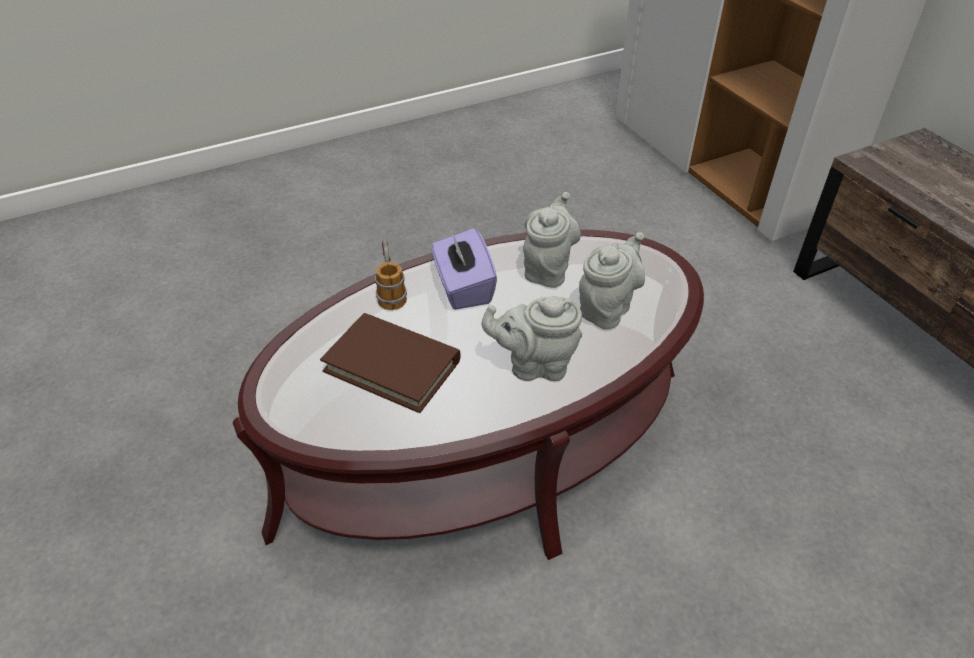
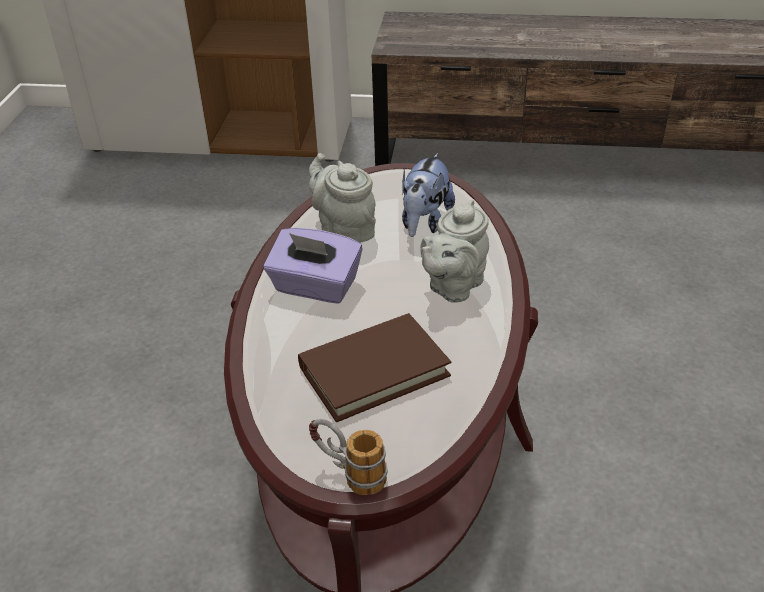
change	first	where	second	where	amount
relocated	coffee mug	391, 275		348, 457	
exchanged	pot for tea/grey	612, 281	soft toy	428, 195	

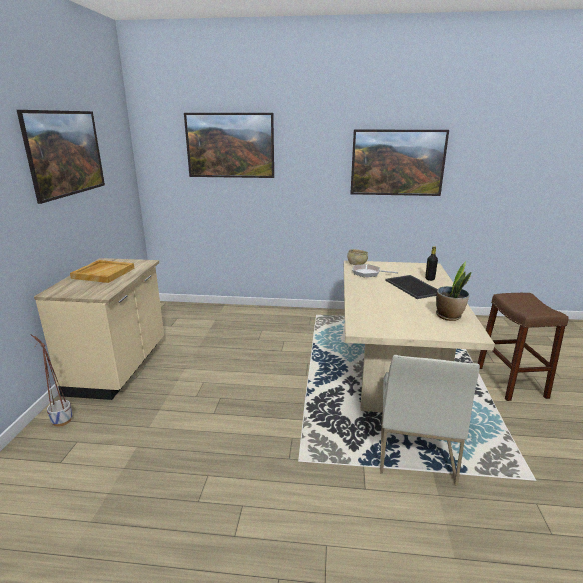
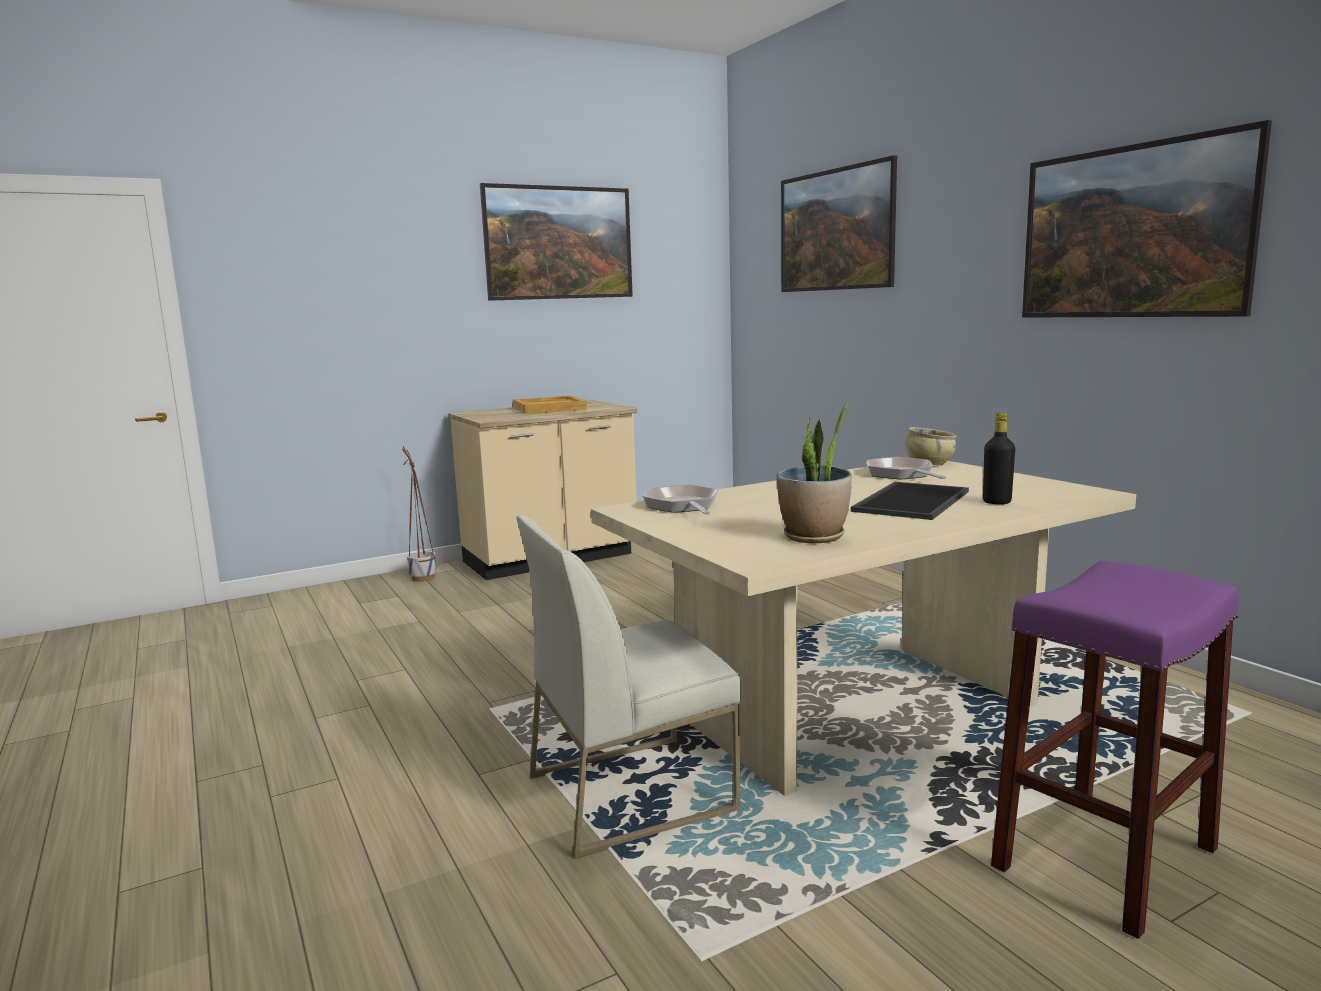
change	first	where	second	where	amount
appeared			frying pan	681, 500	
colour	stool seat/brownish	523, 347	stool seat/purplish	1115, 750	

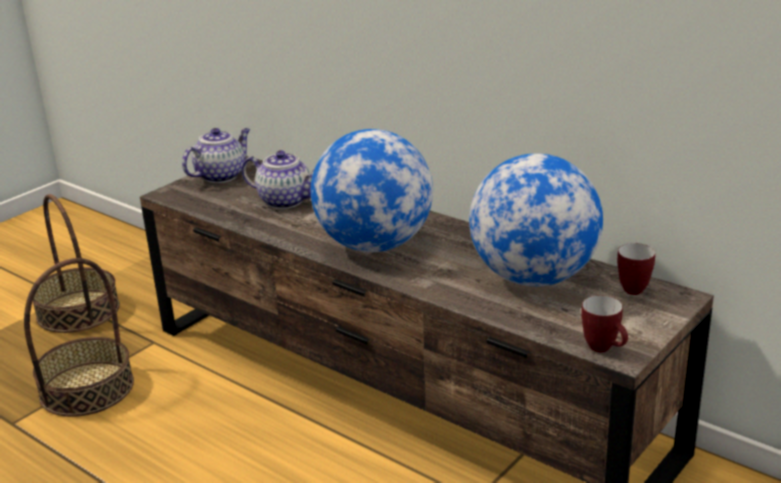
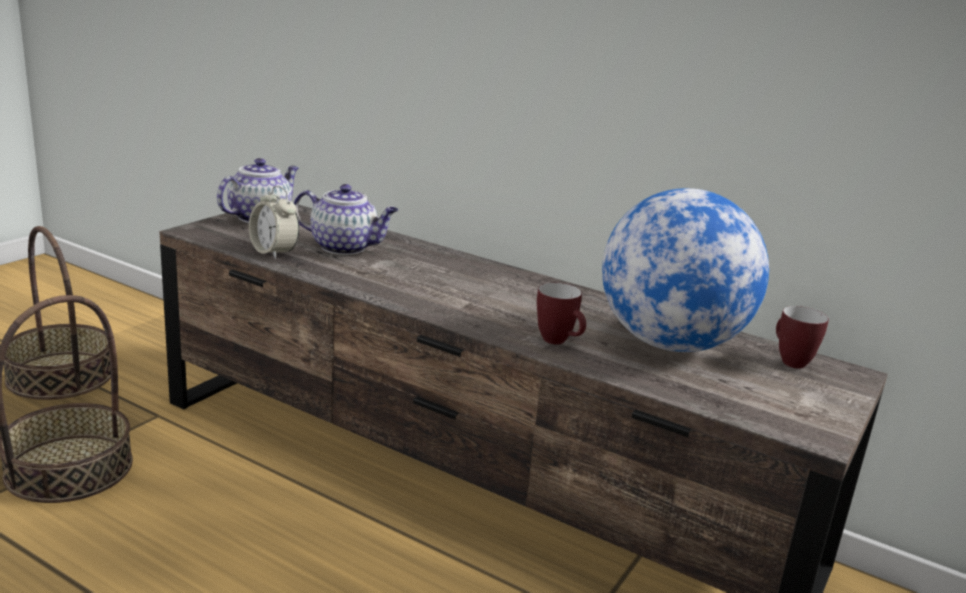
change	first	where	second	where	amount
appeared			alarm clock	274, 222	
relocated	coffee mug	604, 323		561, 313	
missing	world globe	372, 190			

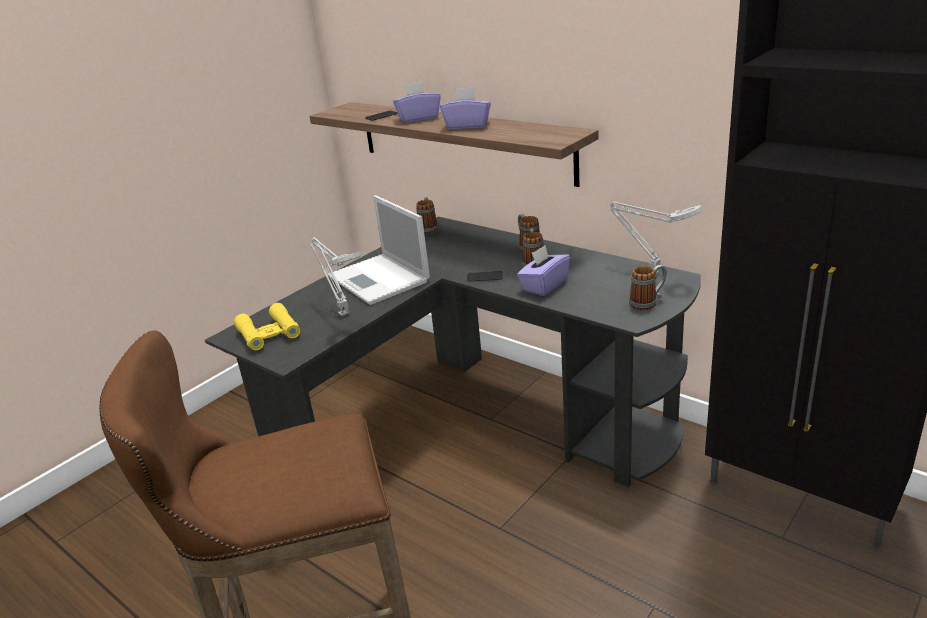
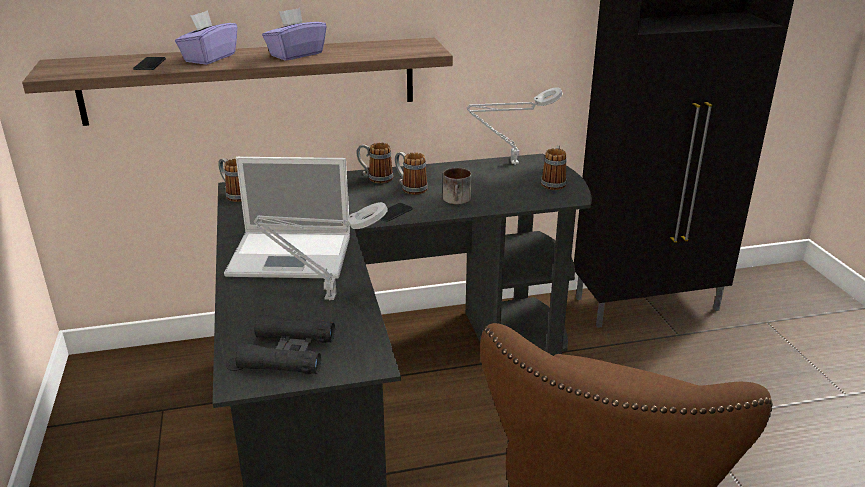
change	first	where	second	where	amount
colour	pair of binoculars/yellow	267, 327	pair of binoculars/black	285, 344	
exchanged	tissue holder/purplish	543, 270	coffee mug	457, 186	

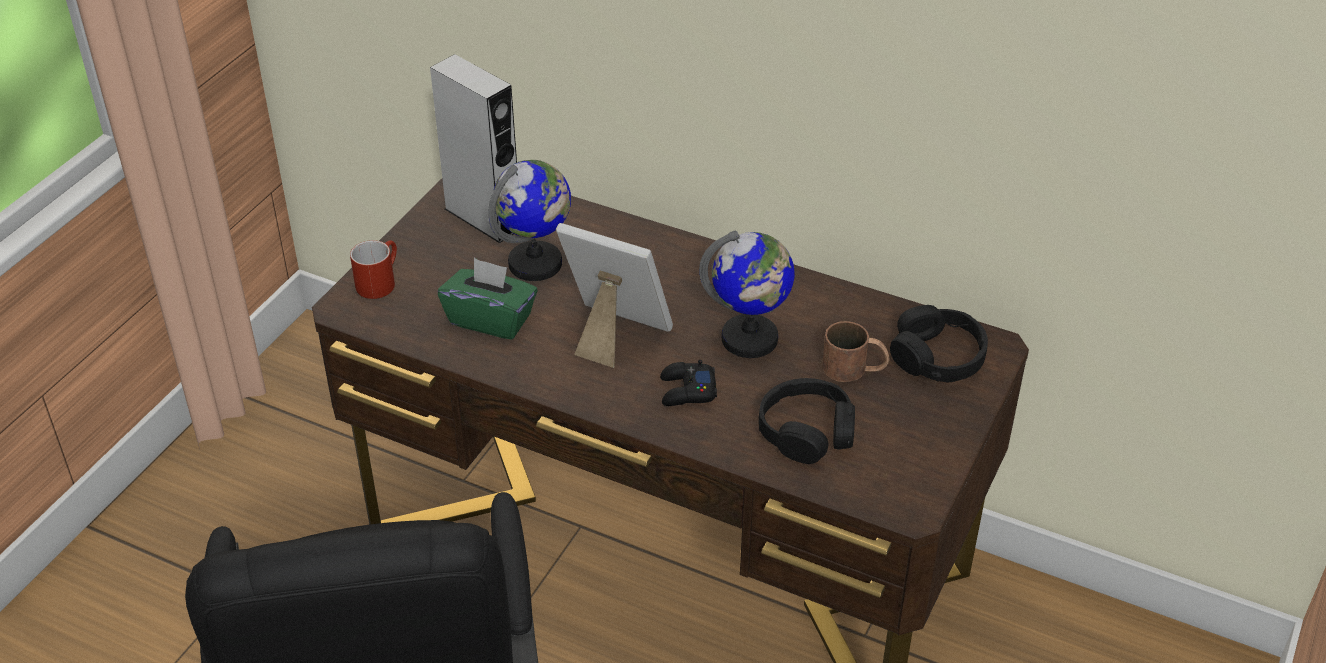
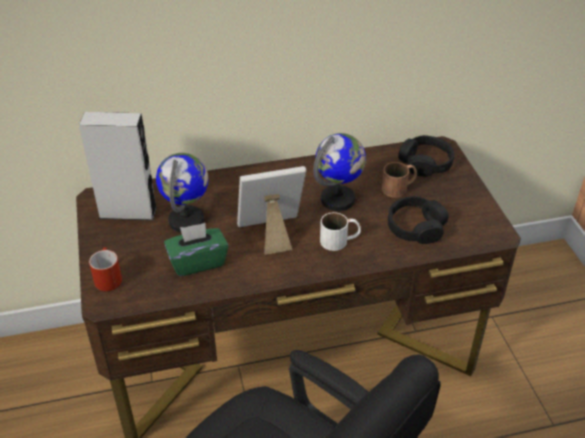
change	first	where	second	where	amount
exchanged	game controller/black	688, 383	coffee mug/white-coloured	340, 231	

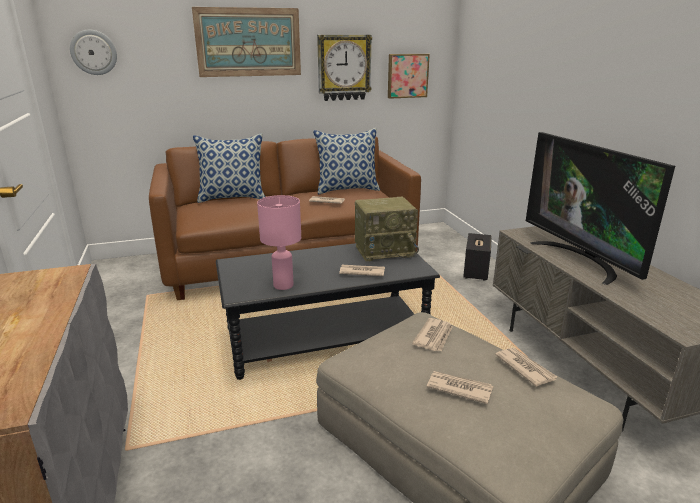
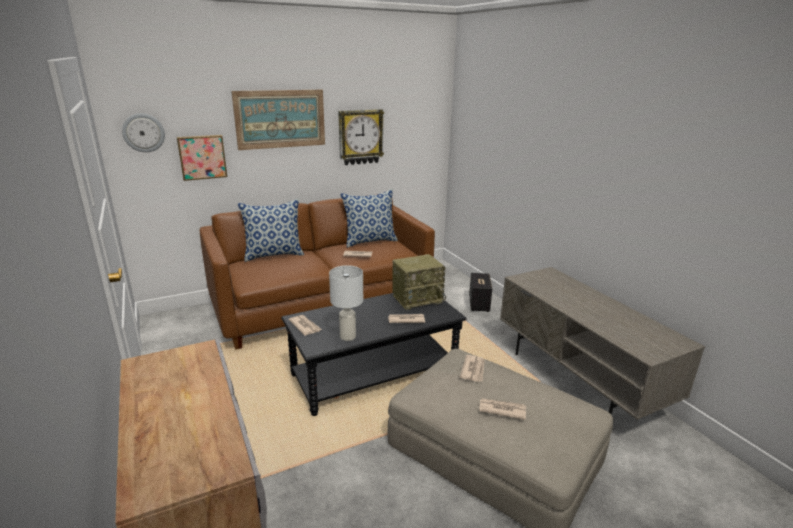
change	first	where	second	where	amount
relocated	wall picture	409, 76		202, 158	
relocated	printed paper	526, 367		305, 325	
colour	lamp for a table/pink-coloured	279, 242	lamp for a table/white-coloured	346, 303	
missing	TV set	600, 208			

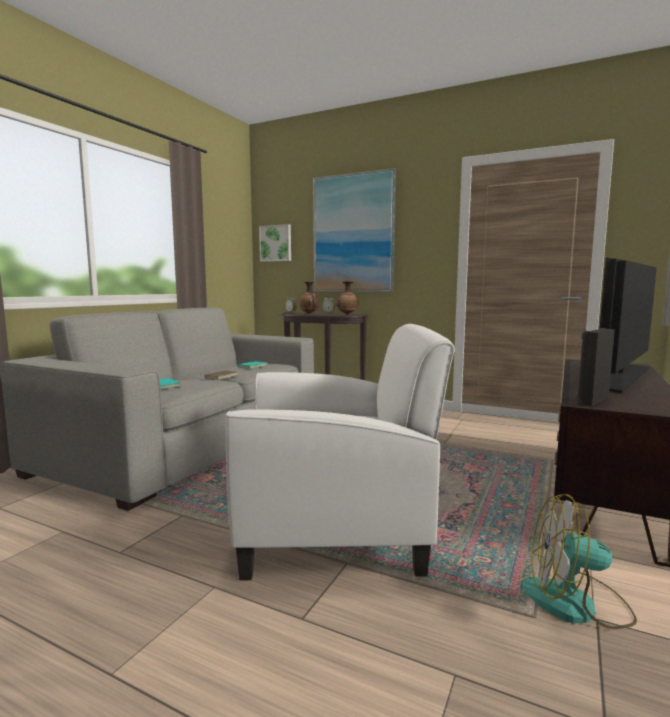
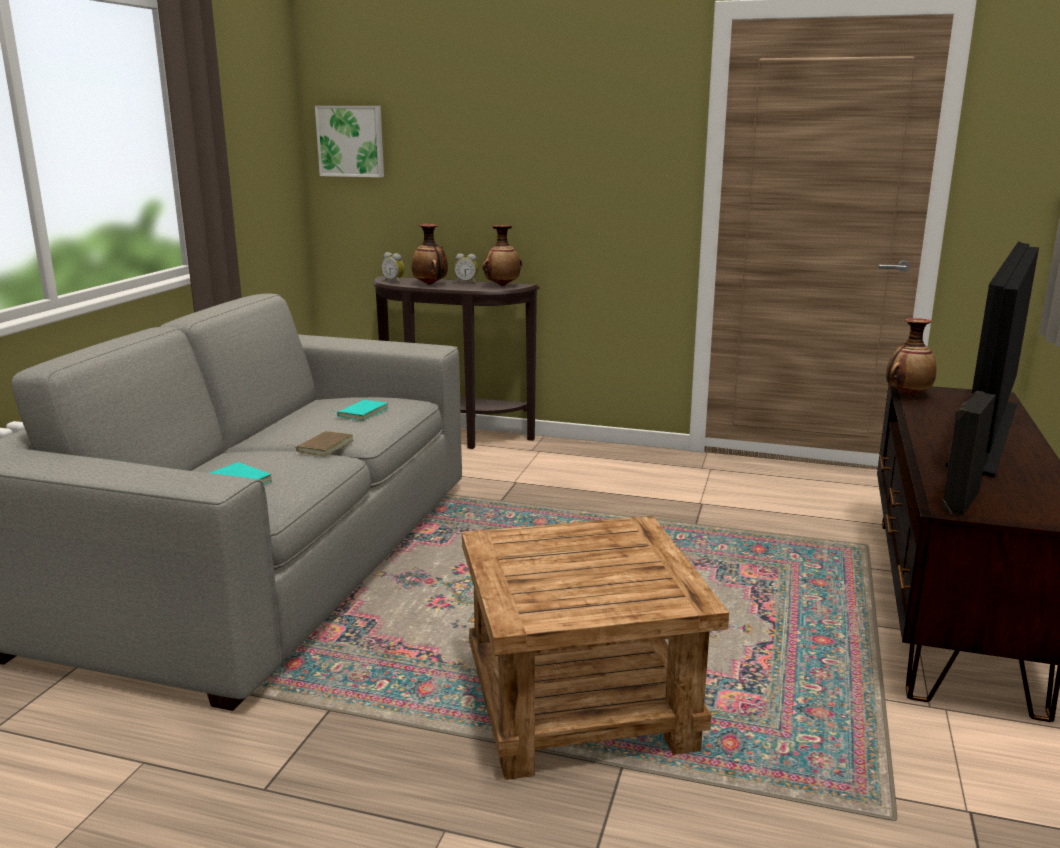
change	first	where	second	where	amount
exchanged	lounge chair/white-coloured	340, 452	end table/brownish	595, 648	
appeared			flower vase	911, 356	
missing	wall picture	354, 230			
missing	electric fan	579, 561			

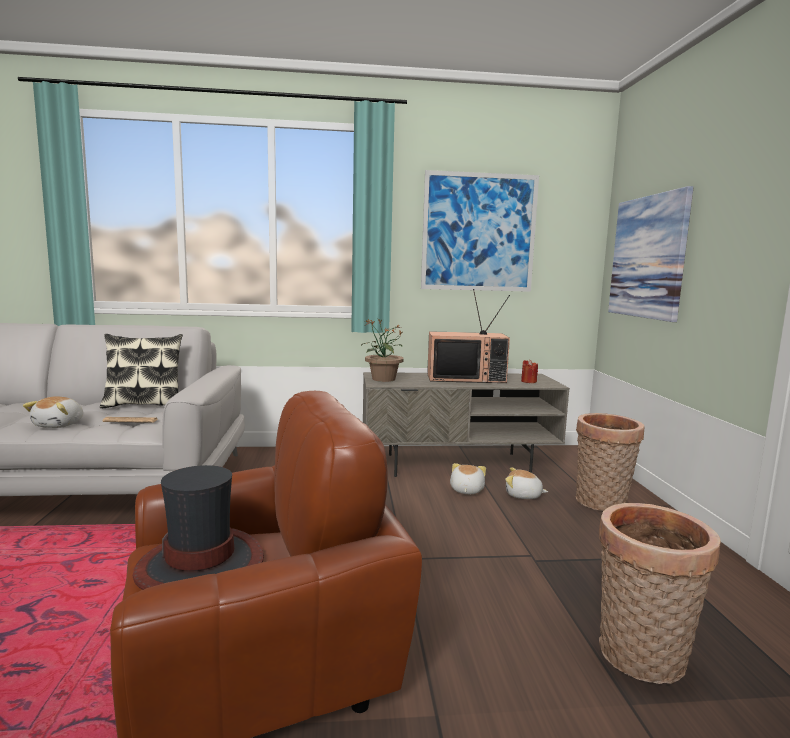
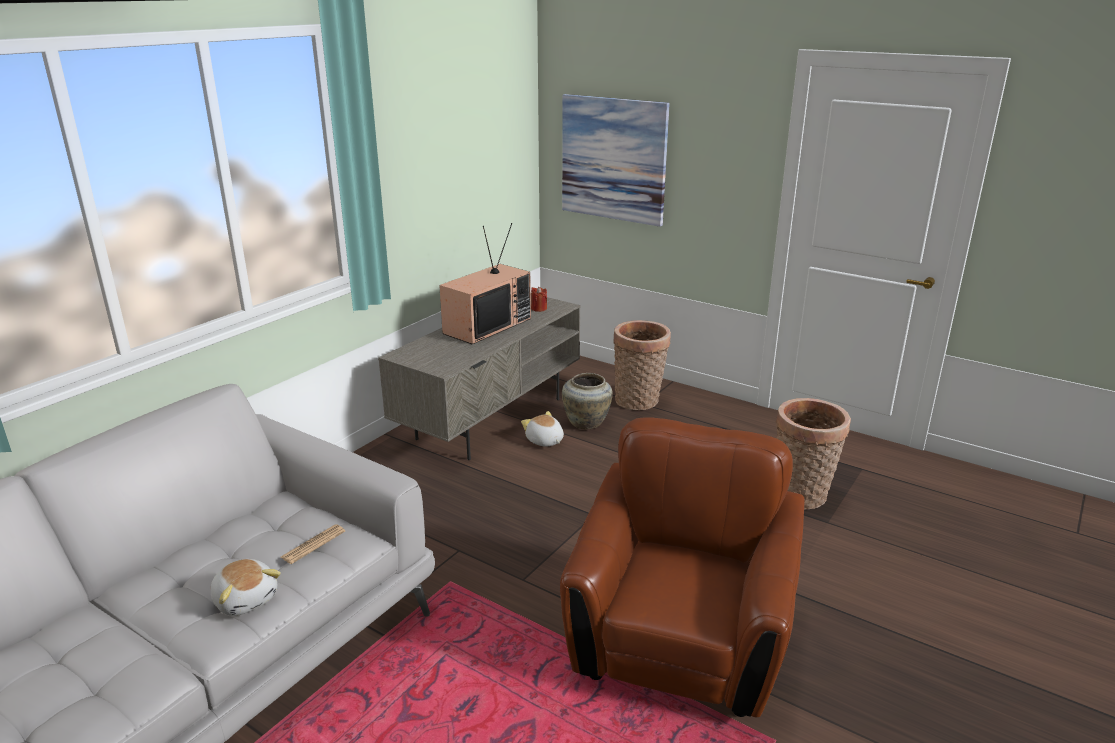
change	first	where	second	where	amount
exchanged	soft toy	526, 483	flower vase/beige-coloured	587, 401	
missing	throw pillow	141, 371			
missing	wearable hat	198, 527			
missing	potted plant	383, 350			
missing	wall picture	480, 231			

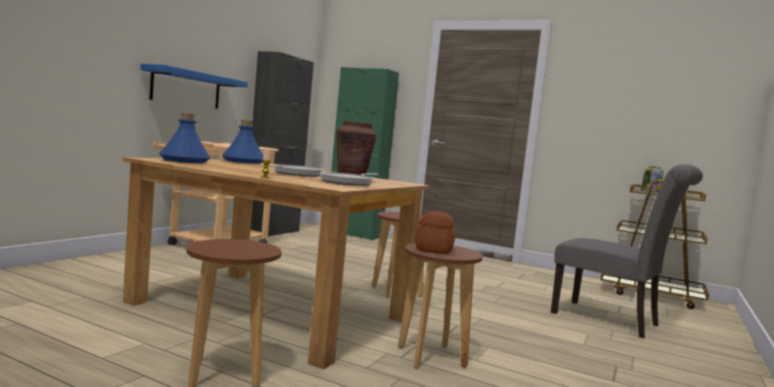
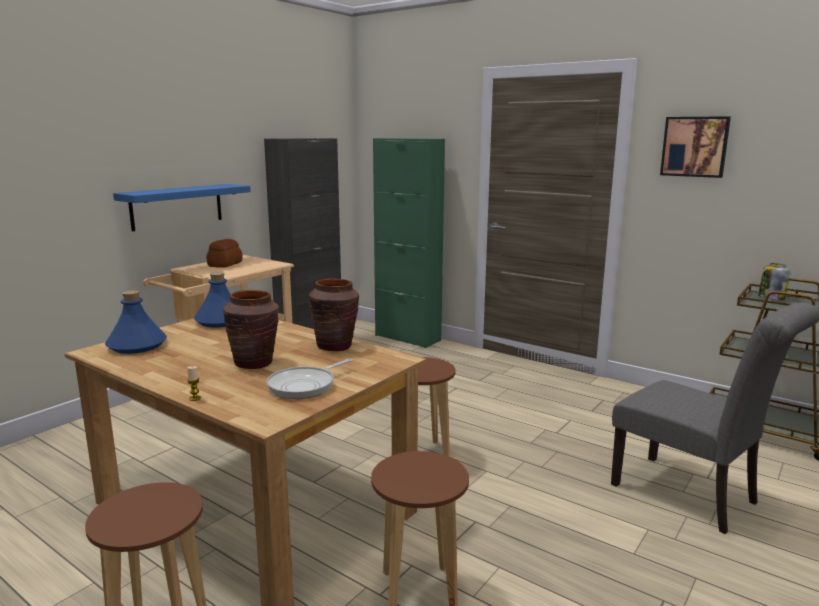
change	first	where	second	where	amount
relocated	bakery bread	435, 232		224, 253	
exchanged	frying pan	291, 170	flower vase/brownish	251, 329	
appeared			wall picture	695, 147	

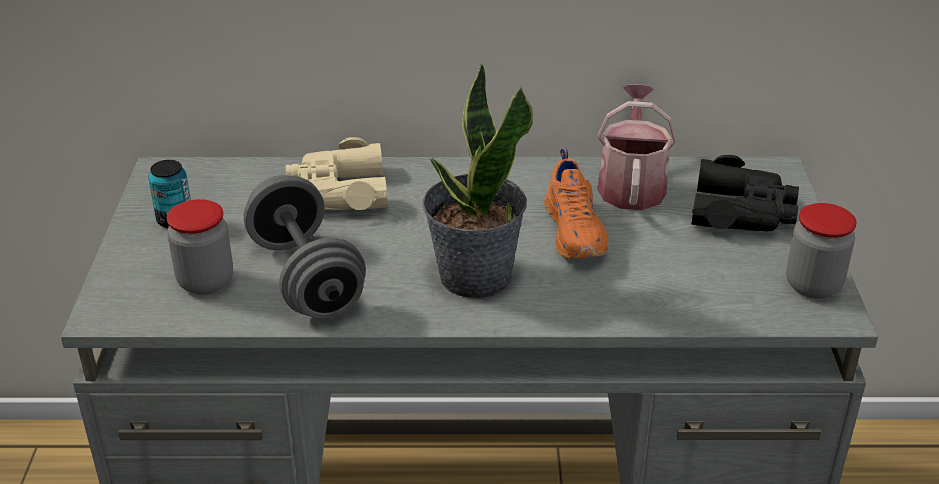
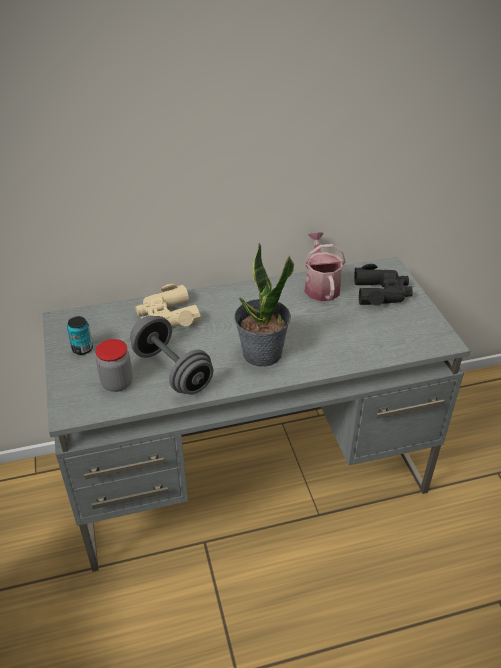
change	first	where	second	where	amount
missing	item of footwear/orangey	576, 203			
missing	jar	821, 251			

